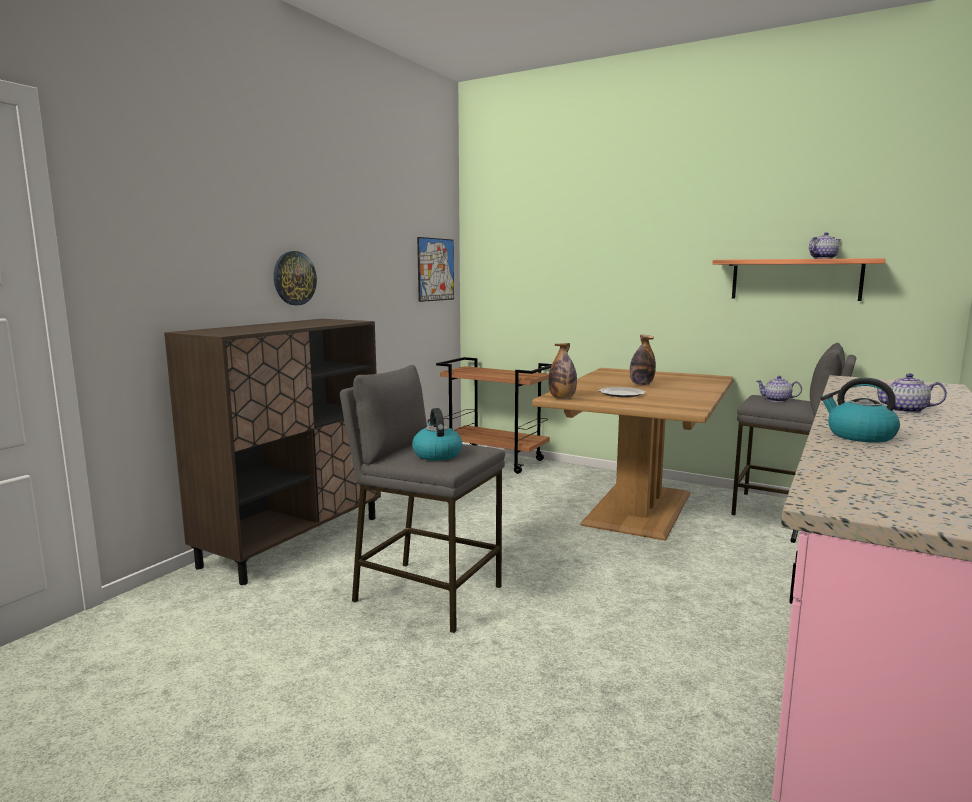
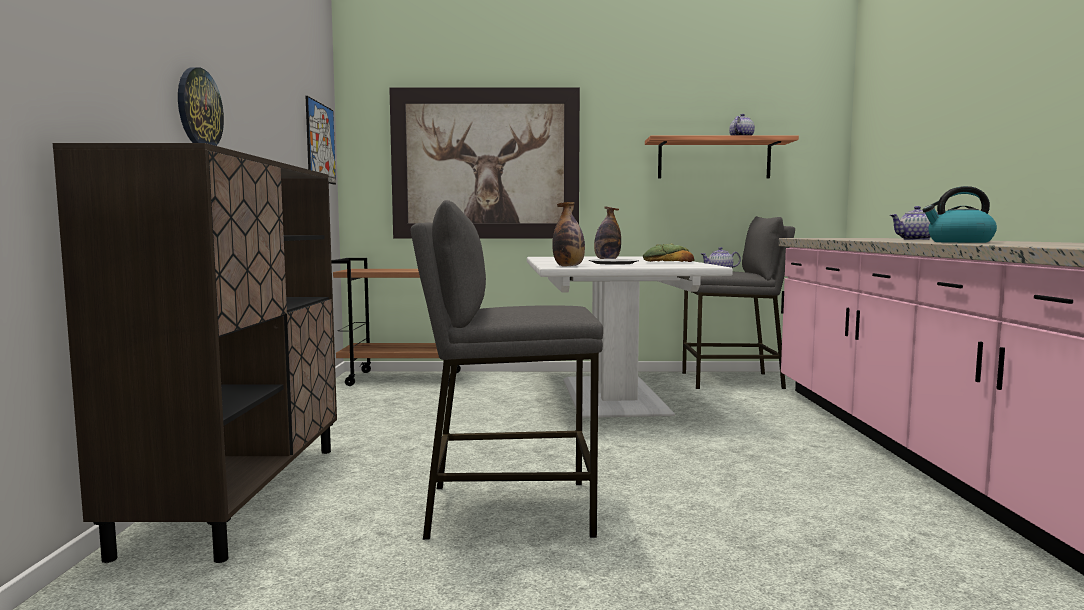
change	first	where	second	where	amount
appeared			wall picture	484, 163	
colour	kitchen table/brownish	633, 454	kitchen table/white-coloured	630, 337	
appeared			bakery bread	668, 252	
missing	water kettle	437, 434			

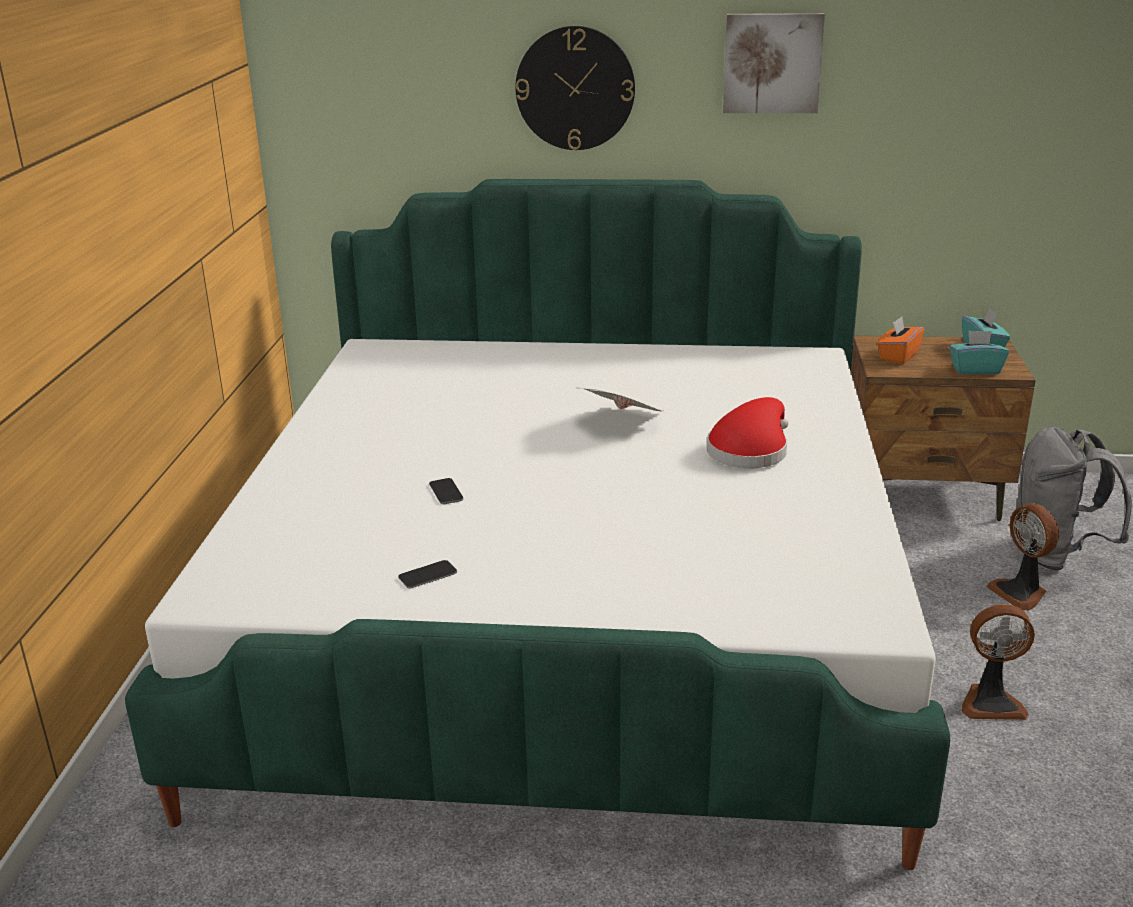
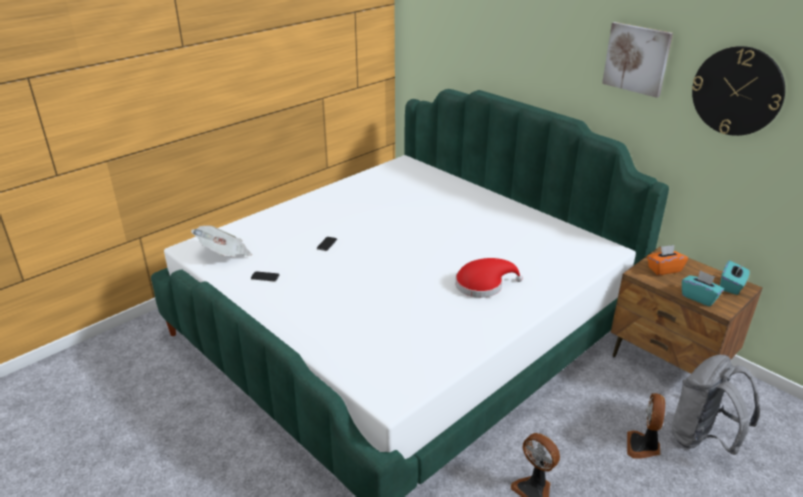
change	first	where	second	where	amount
relocated	printed paper	620, 400		221, 241	
relocated	wall clock	575, 88		738, 91	

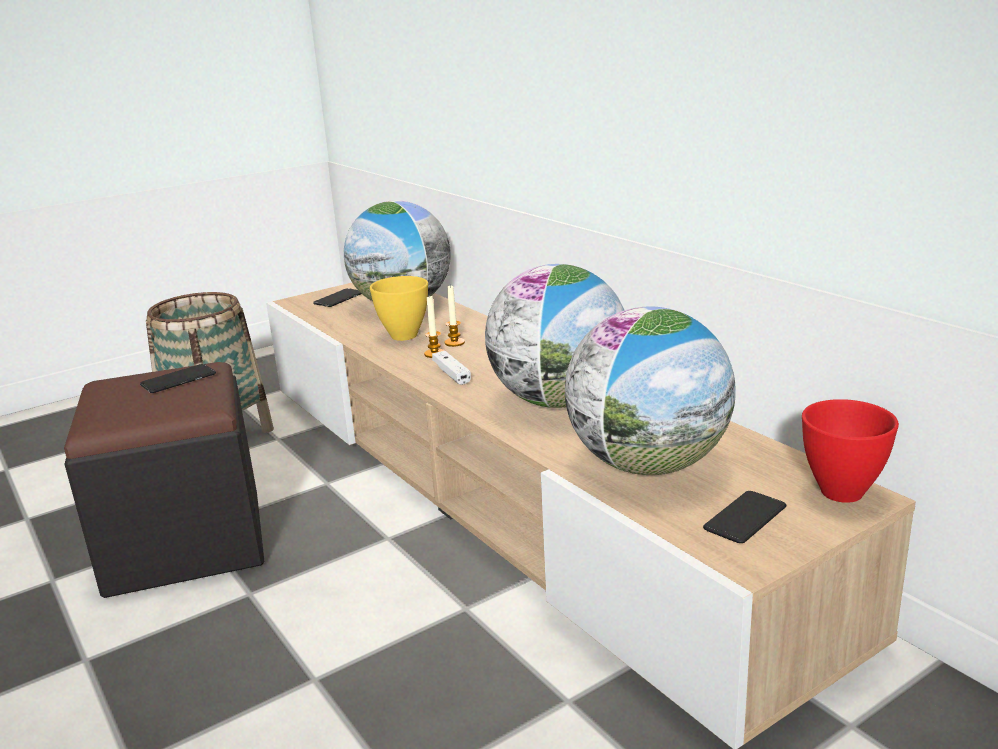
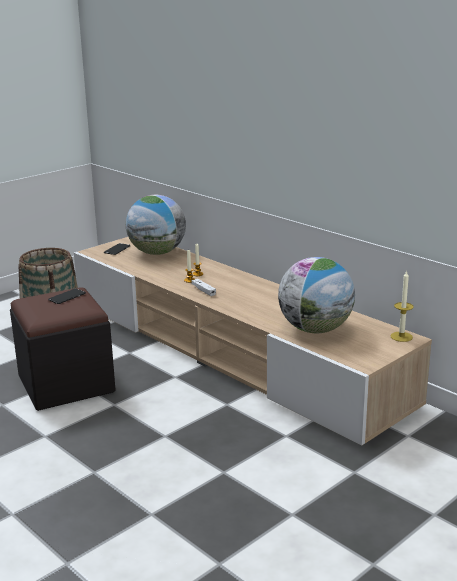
change	first	where	second	where	amount
exchanged	bowl/red	850, 451	wax light	402, 306	
missing	bowl/yellow	399, 308			
missing	world globe	554, 336			
missing	phone	744, 517			

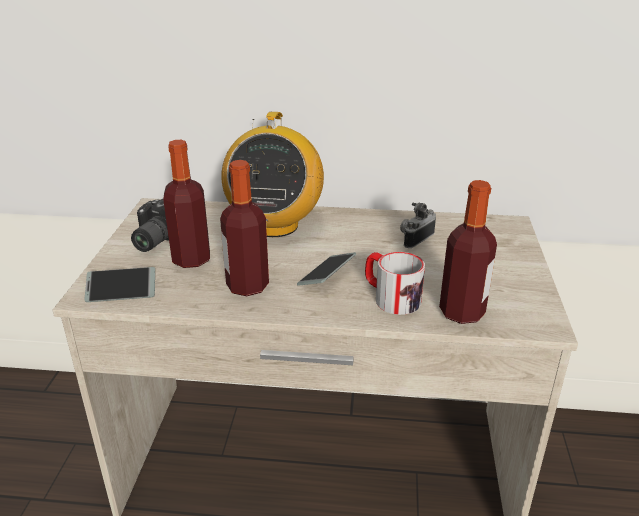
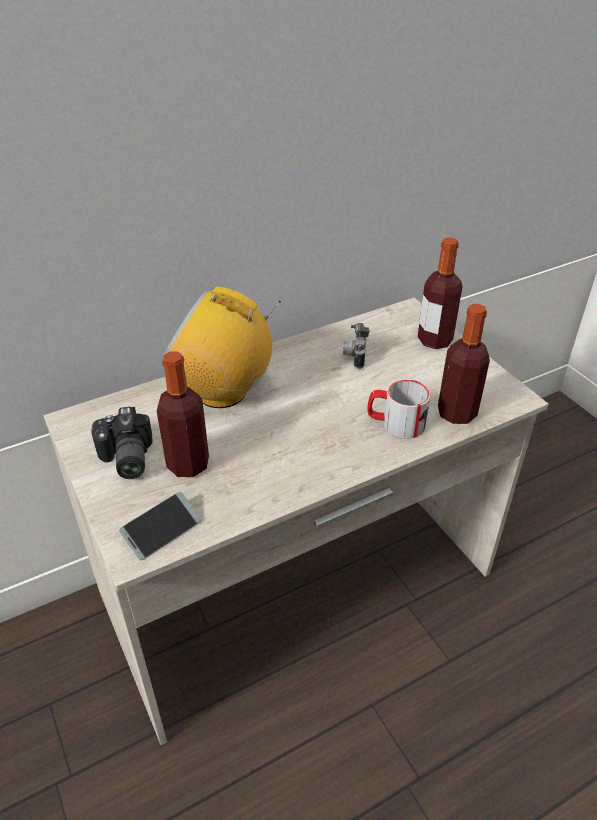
change	first	where	second	where	amount
spun	radio receiver	272, 174		221, 347	135 degrees clockwise
relocated	drink bottle	244, 228		440, 293	
missing	phone	326, 269			

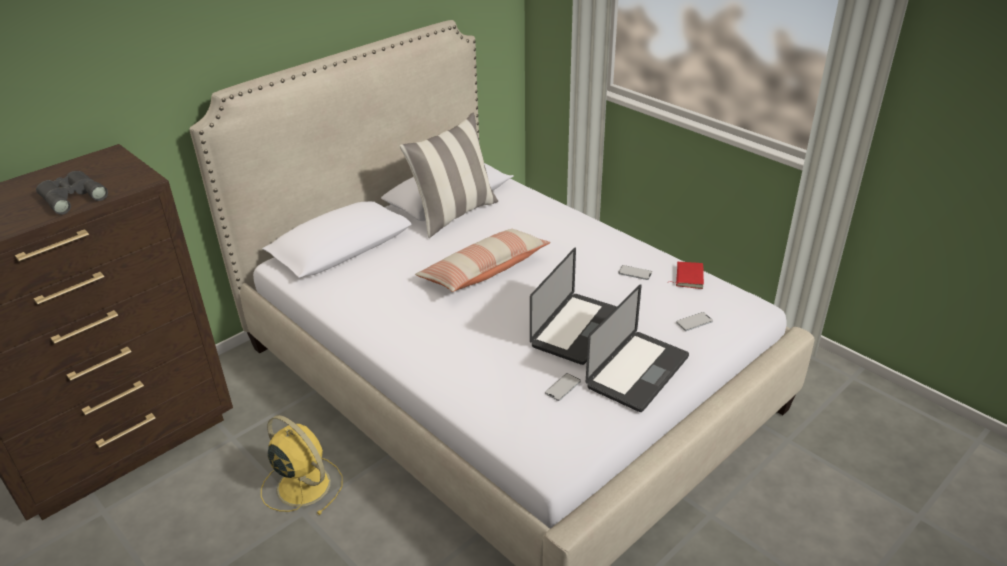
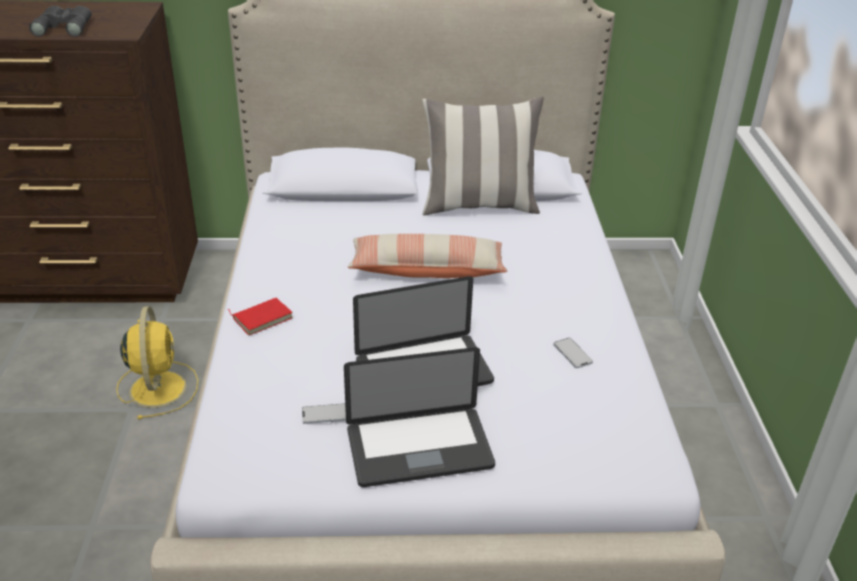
change	first	where	second	where	amount
relocated	volume/red	689, 275		260, 316	
missing	phone	694, 321			

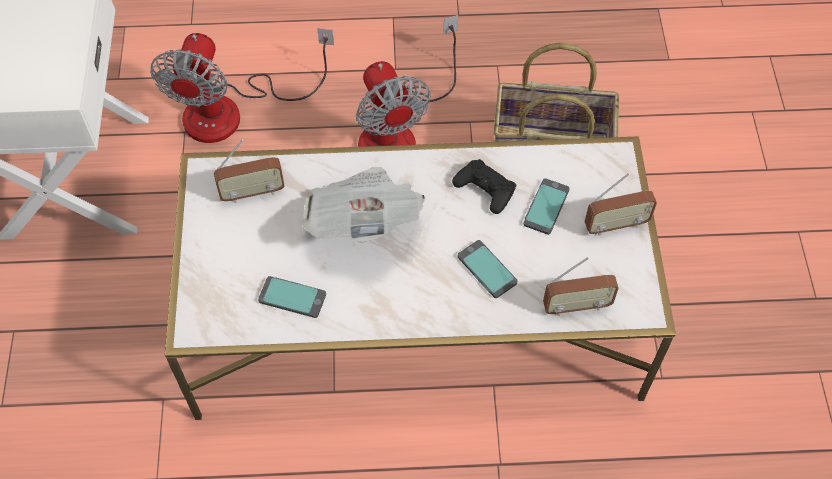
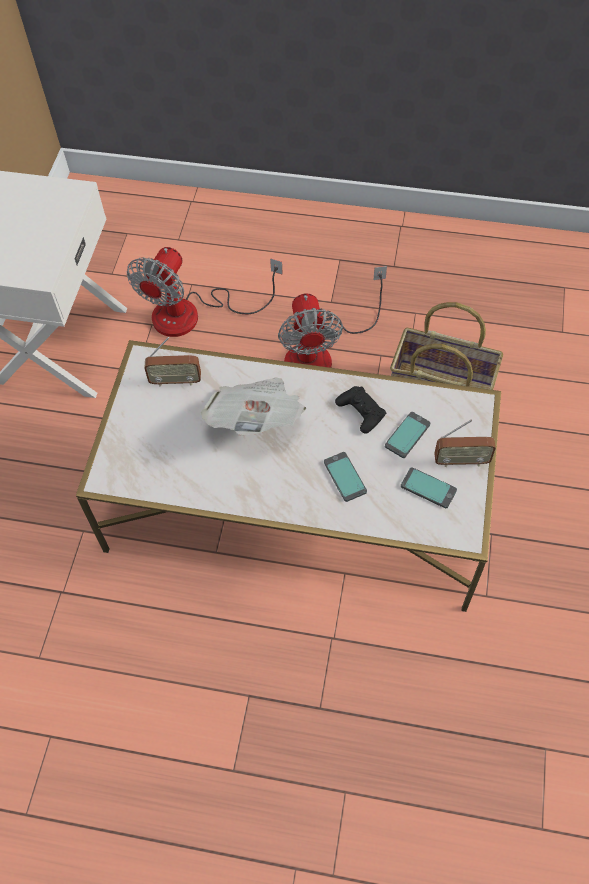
change	first	where	second	where	amount
relocated	phone	292, 297		429, 487	
missing	radio receiver	581, 286			

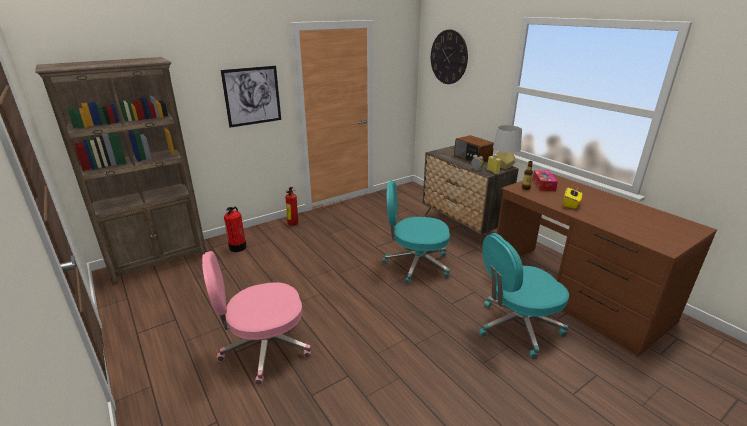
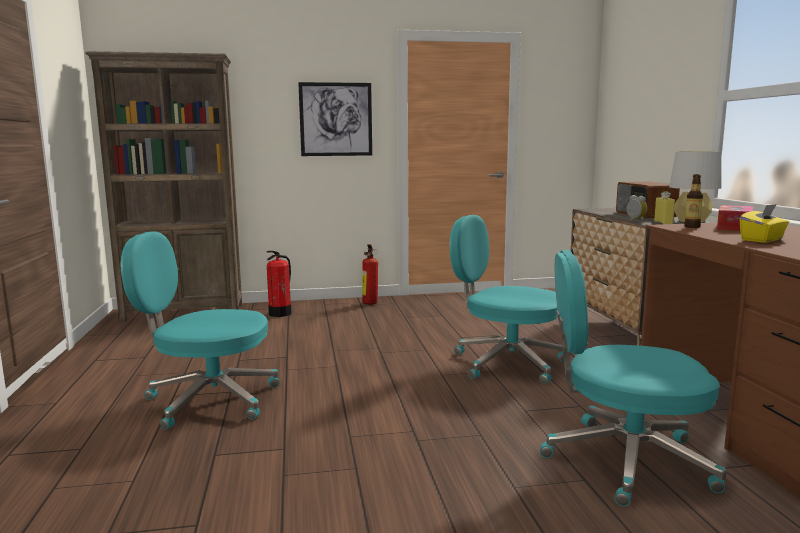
change	first	where	second	where	amount
colour	desk chair/pink-coloured	256, 318	desk chair/blue-green	199, 330	
missing	wall clock	449, 57			

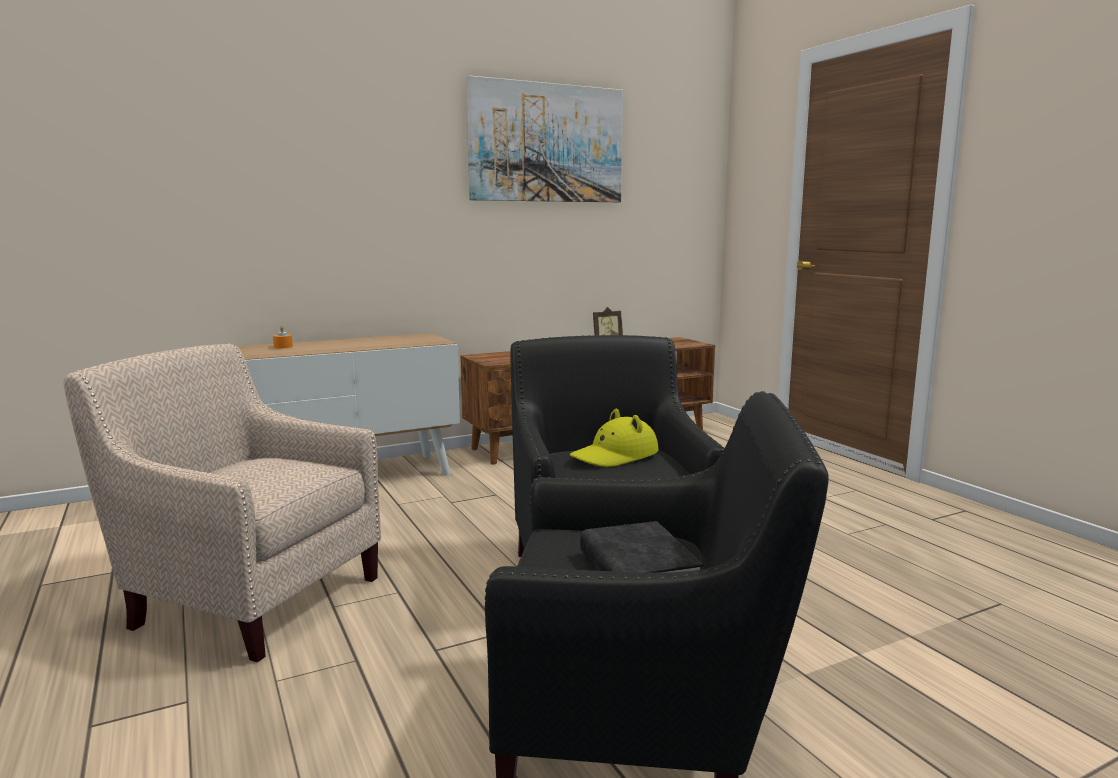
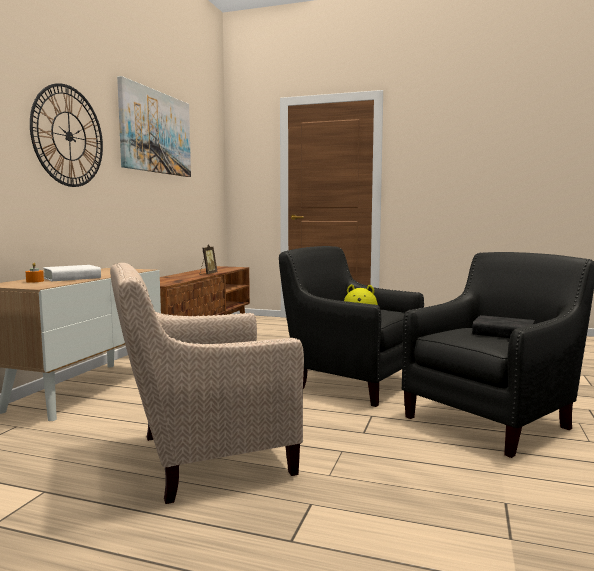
change	first	where	second	where	amount
appeared			wall clock	66, 135	
appeared			volume/white-coloured	72, 273	

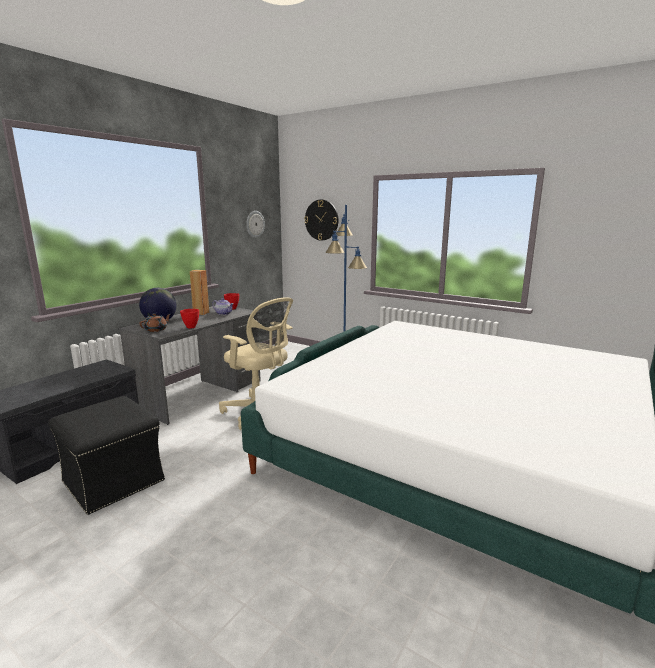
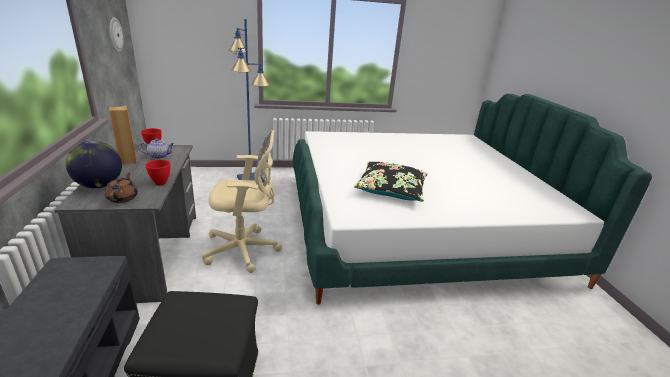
change	first	where	second	where	amount
appeared			throw pillow/black	391, 182	
missing	wall clock	321, 220			

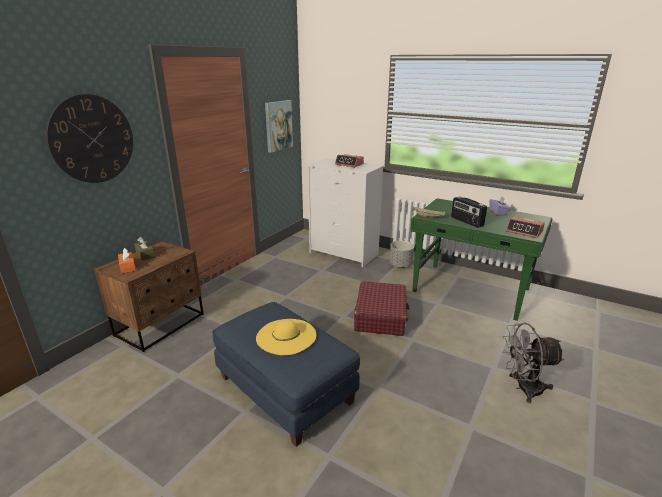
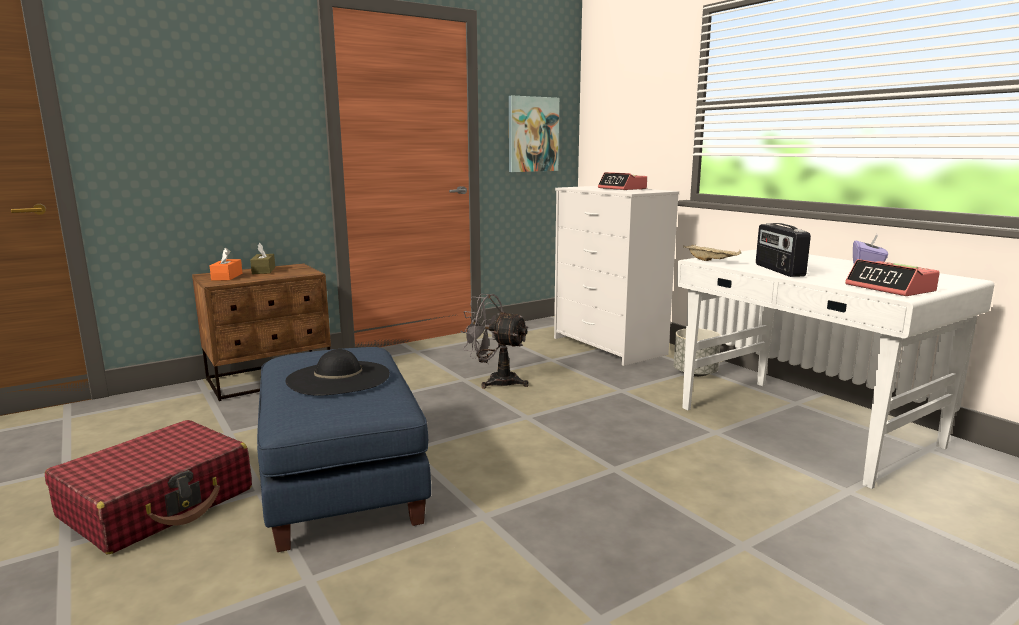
change	first	where	second	where	amount
relocated	piece of luggage/red	381, 308		148, 487	
colour	wearable hat/yellow	286, 337	wearable hat/black	337, 372	
relocated	electric fan/grey	533, 362		494, 341	
colour	desk/green-coloured	481, 259	desk/white-coloured	835, 369	
missing	wall clock	89, 138			

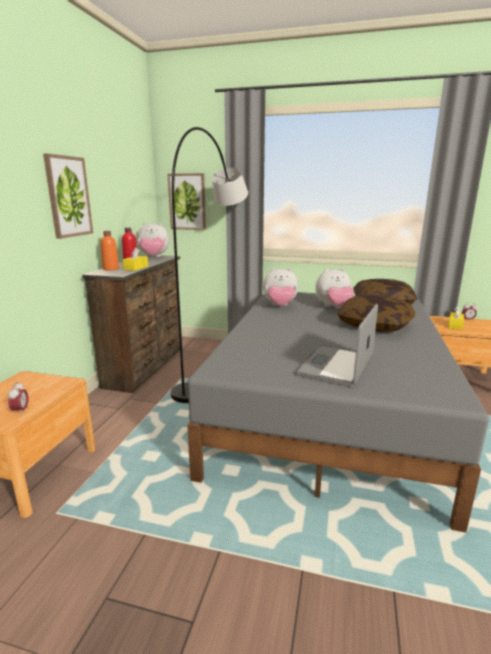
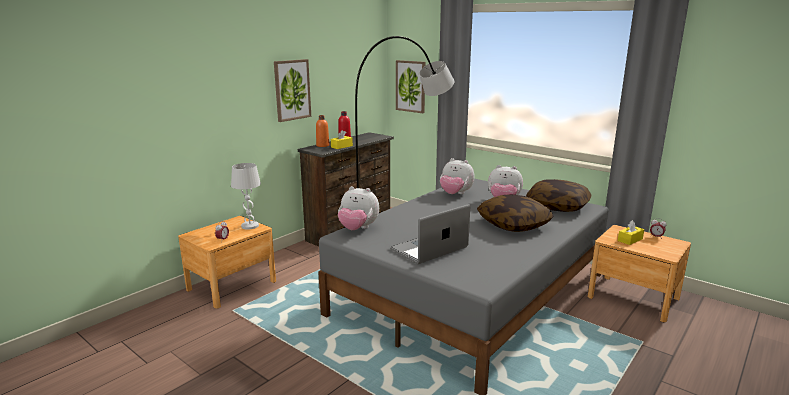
change	first	where	second	where	amount
appeared			lamp for a table/white-coloured	246, 196	
relocated	soft toy	153, 240		358, 208	

